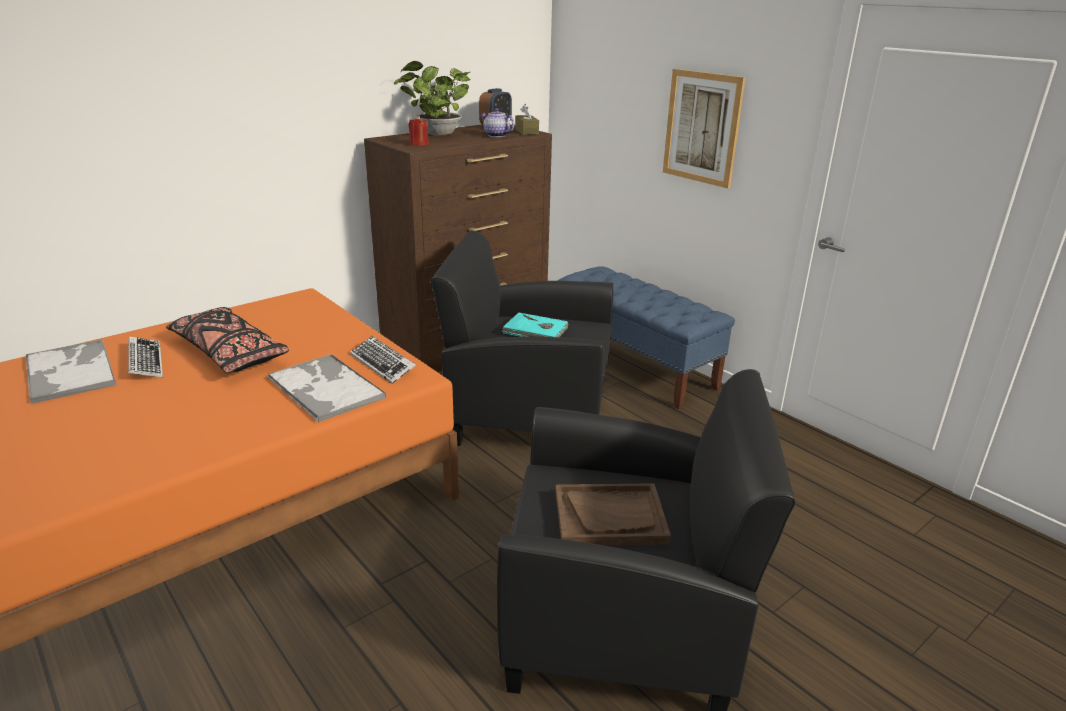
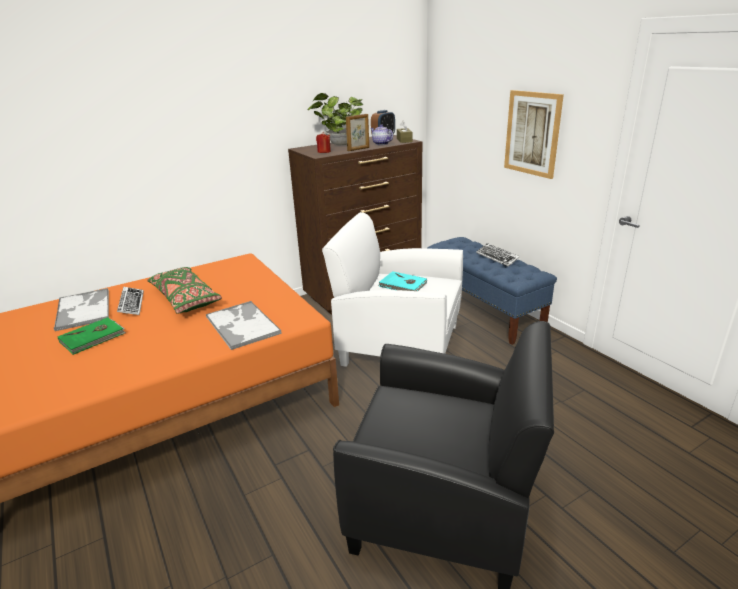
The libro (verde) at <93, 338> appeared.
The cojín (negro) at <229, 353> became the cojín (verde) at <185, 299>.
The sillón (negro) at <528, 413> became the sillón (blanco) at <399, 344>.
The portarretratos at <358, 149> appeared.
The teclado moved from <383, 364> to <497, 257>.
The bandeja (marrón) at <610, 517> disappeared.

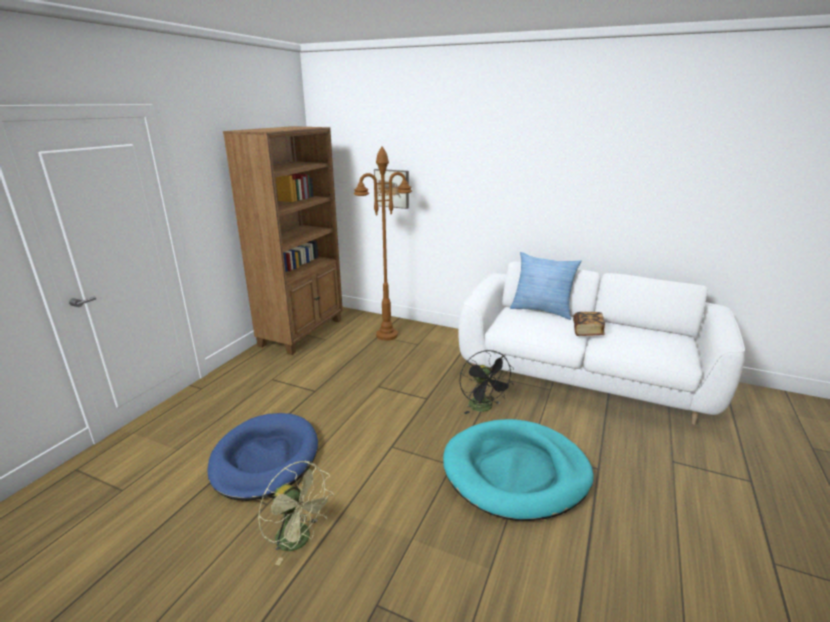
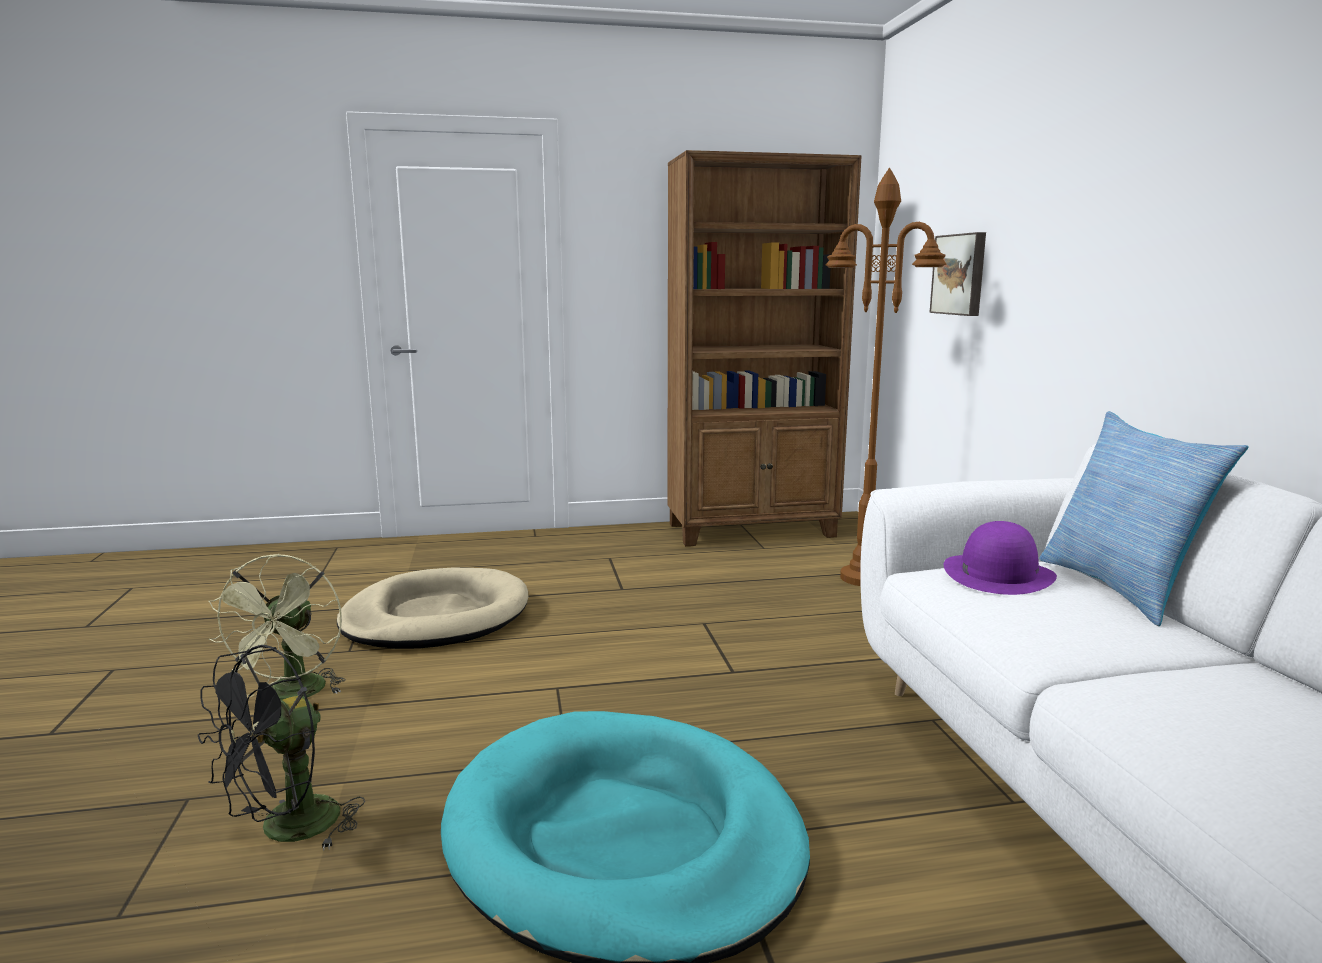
The ventilador (negro) moved from <483, 408> to <287, 831>.
The cama para perro (azul) at <265, 459> became the cama para perro (beis) at <436, 617>.
The sombrero (morado) at <998, 574> appeared.
The libro at <587, 331> disappeared.

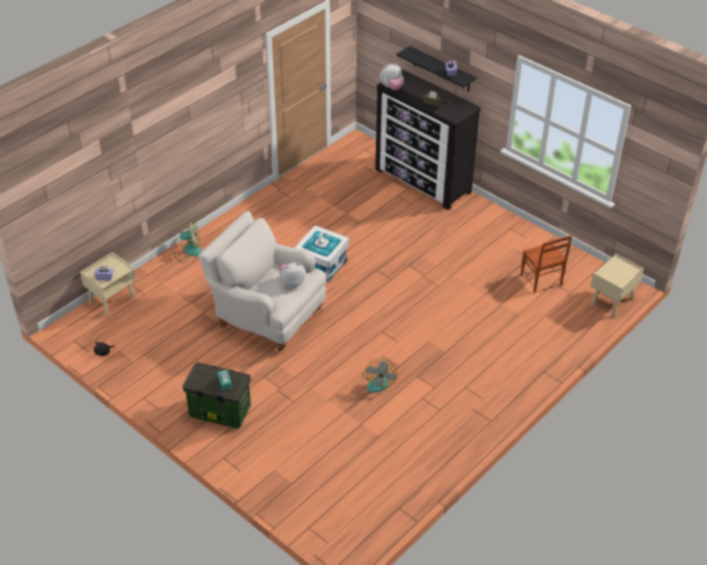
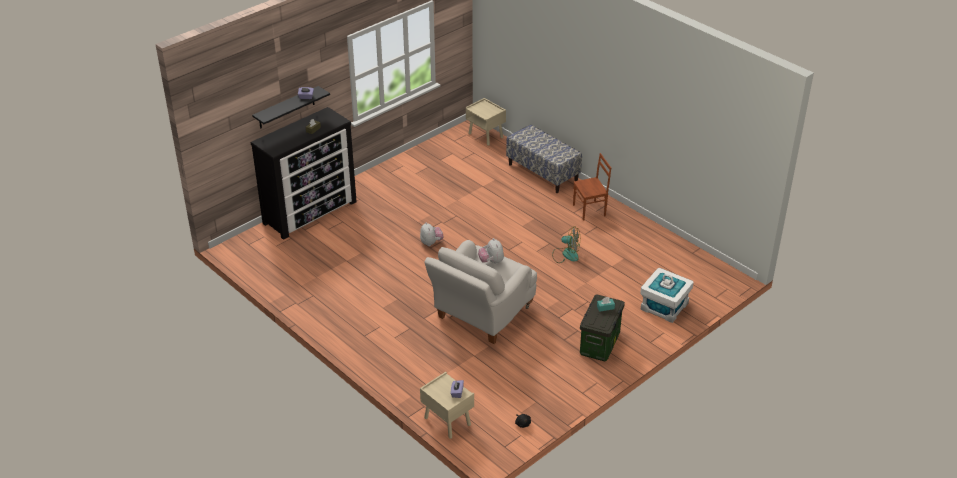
The peluche moved from <391, 88> to <431, 243>.
The banco at <543, 173> appeared.
The silla (marrón) moved from <540, 281> to <590, 210>.
The caja de almacenaje (blanco) moved from <321, 265> to <664, 306>.
The ventilador at <188, 251> disappeared.

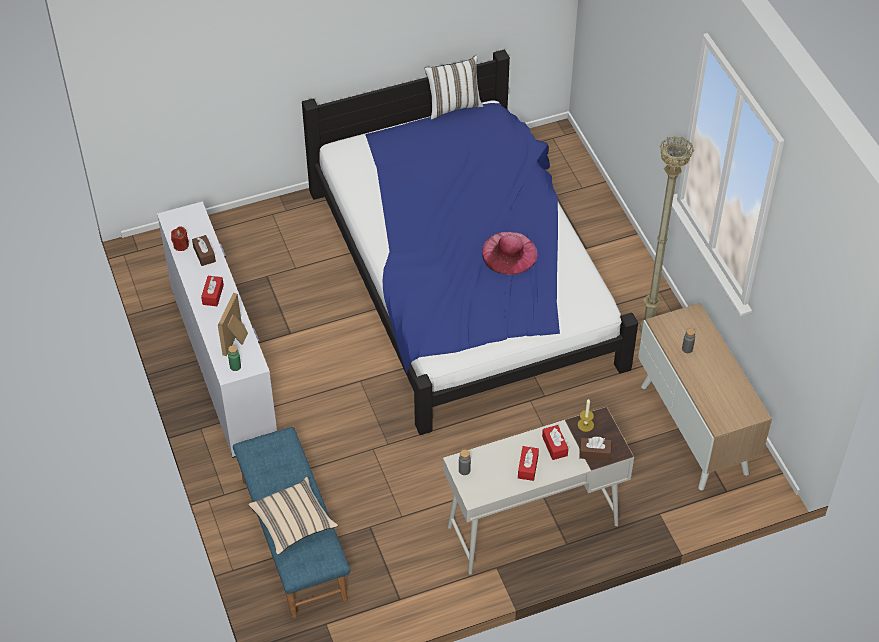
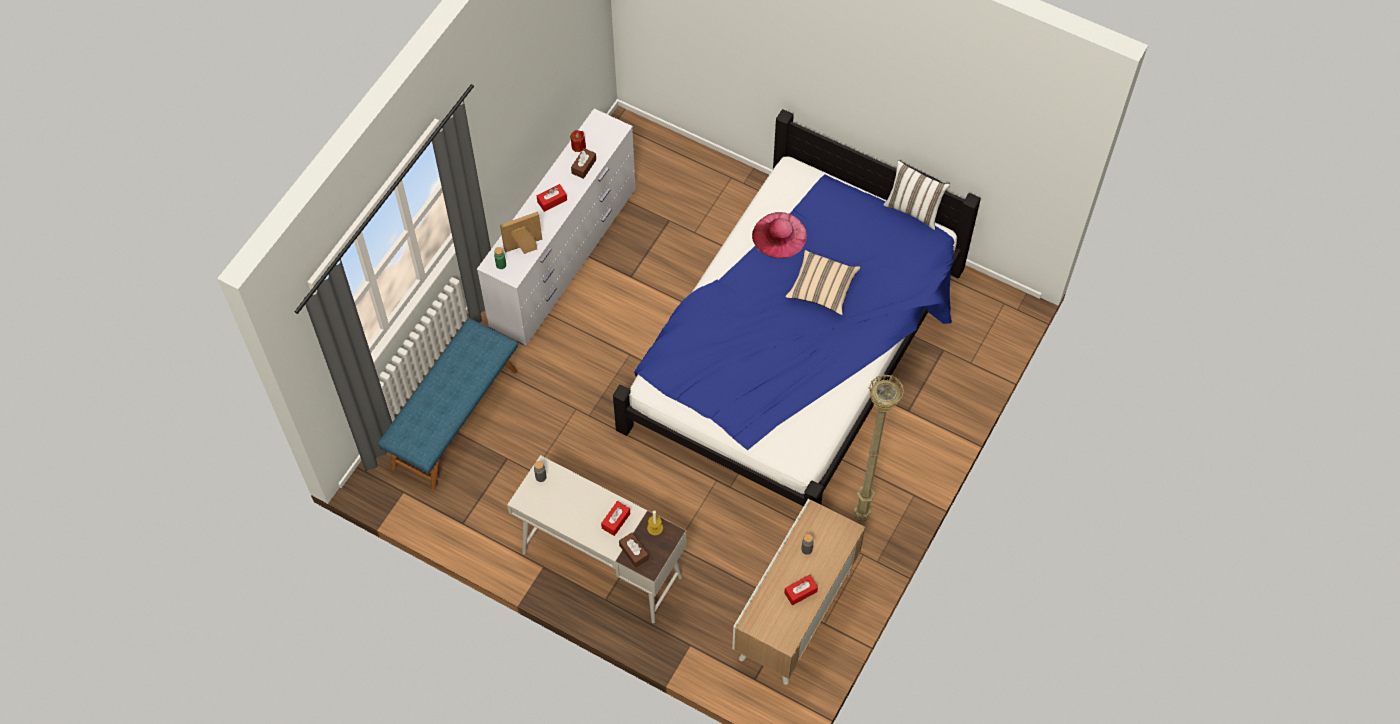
The sombrero (rosa) moved from <509, 253> to <779, 235>.
The caja de pañuelos (rojo) moved from <528, 467> to <800, 592>.
The cojín (beis) moved from <293, 522> to <822, 288>.

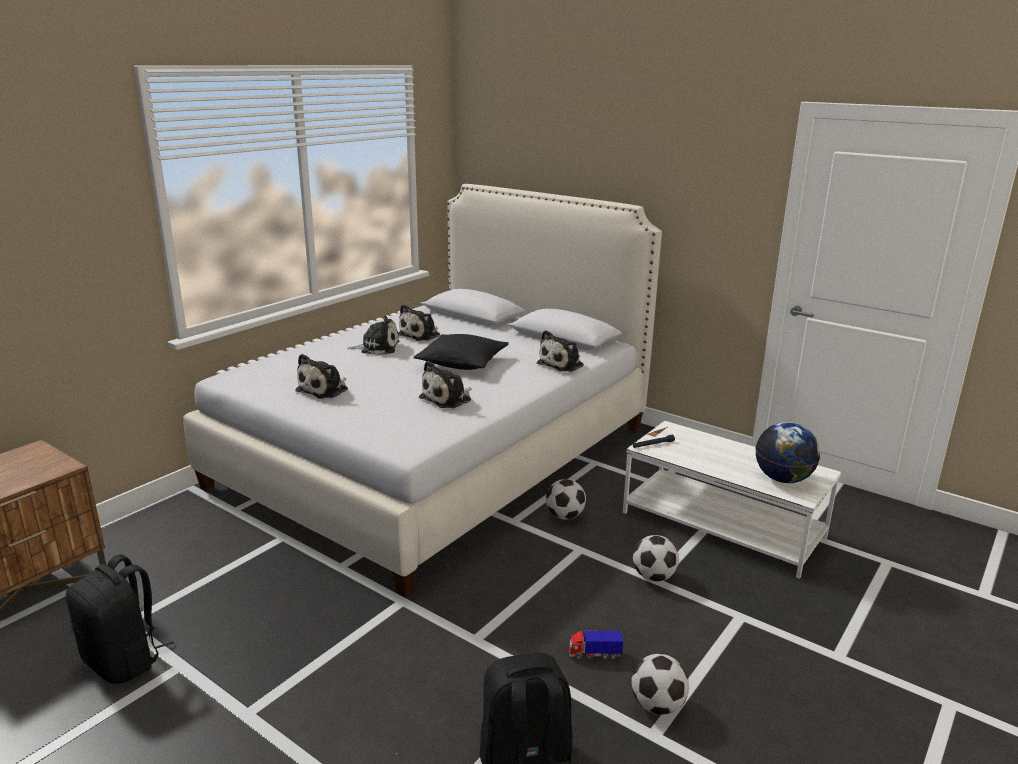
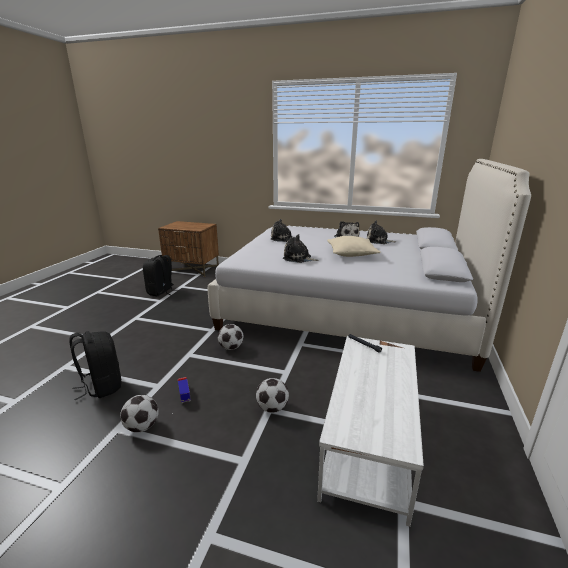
The balón de fútbol moved from <564, 516> to <231, 347>.
The cojín (negro) at <462, 363> became the cojín (beis) at <351, 254>.
The peluche at <562, 364> disappeared.
The globo terráqueo at <783, 479> disappeared.

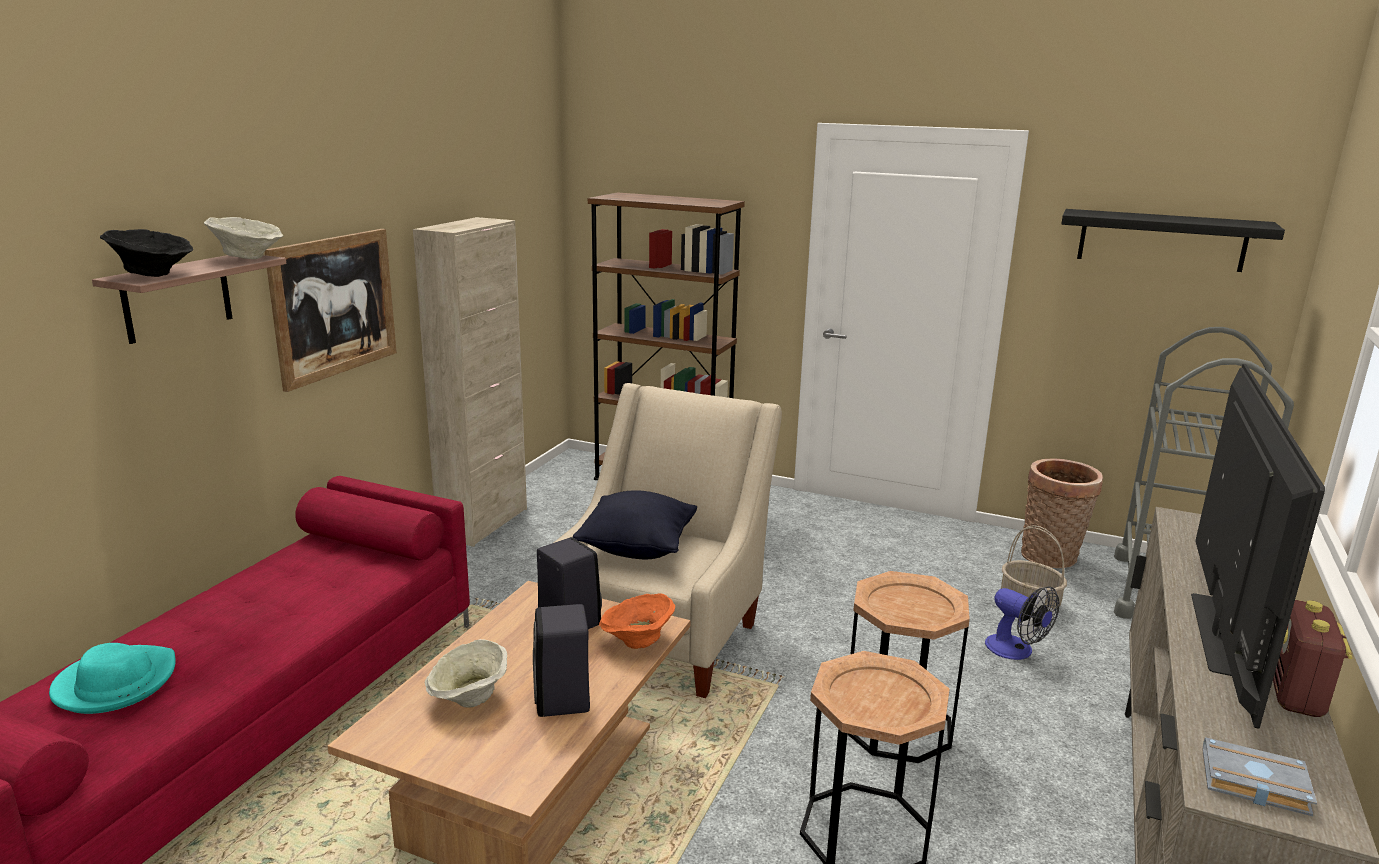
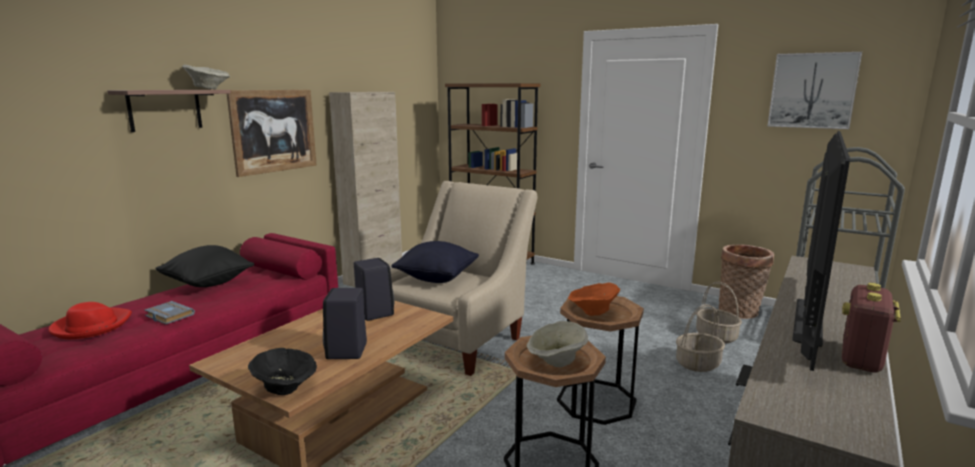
The sombrero (turquesa) at <115, 683> became the sombrero (rojo) at <91, 326>.
The libro (gris) moved from <1252, 783> to <168, 316>.
The cojín (negro) at <208, 284> appeared.
The cuenco (negro) moved from <153, 275> to <285, 389>.
The cuenco (beis) moved from <469, 698> to <556, 362>.
The cuenco (naranja) moved from <637, 641> to <593, 312>.
The ventilador at <1016, 651> was replaced by the cesta at <697, 364>.
The estante (negro) at <1161, 240> was replaced by the cuadro at <812, 90>.

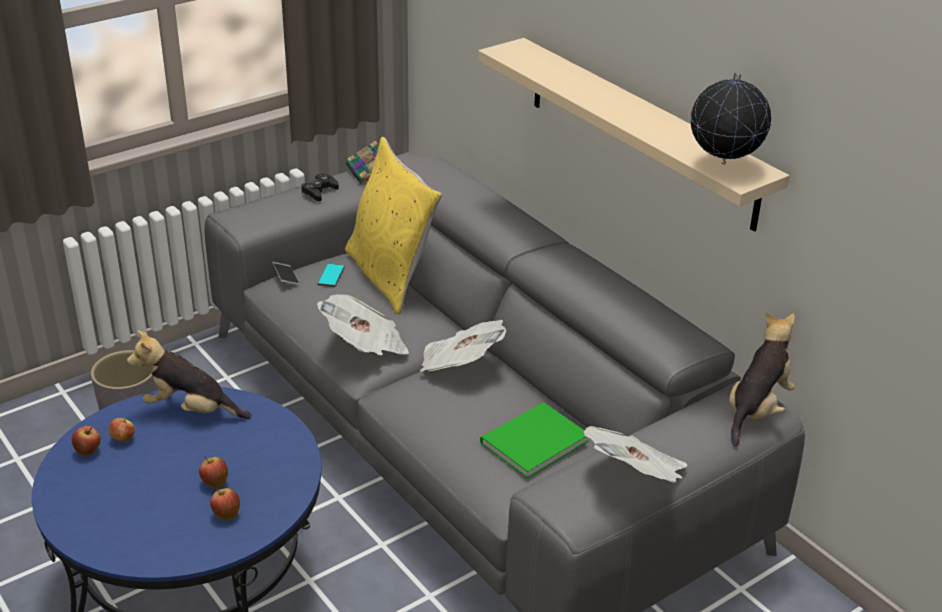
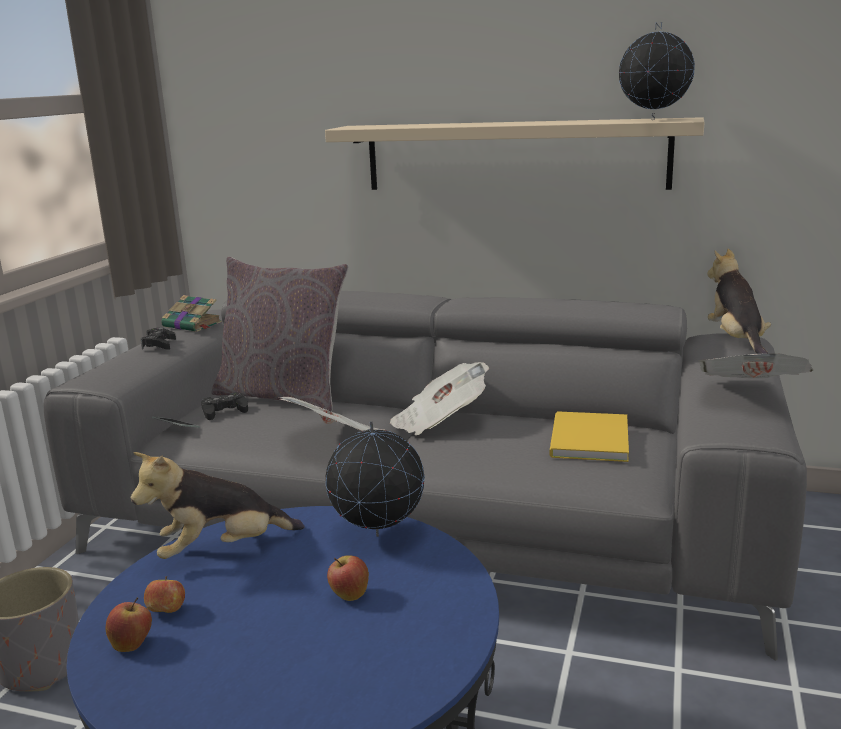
The móvil at <331, 276> was replaced by the mando de consola (negro) at <224, 411>.
The cojín (amarillo) at <391, 276> became the cojín (gris) at <283, 396>.
The globo terráqueo at <379, 534> appeared.
The libro (verde) at <530, 442> became the libro (amarillo) at <587, 440>.
The manzana at <226, 514> disappeared.

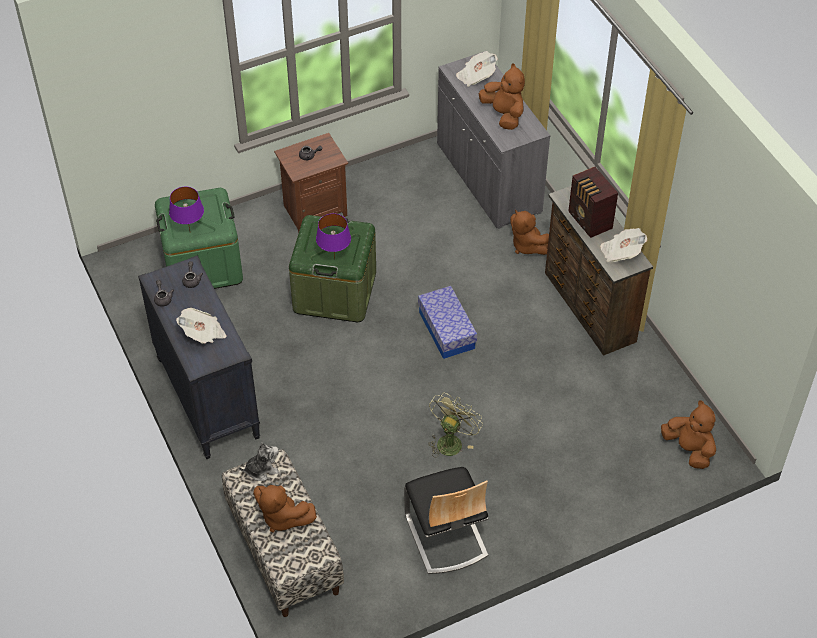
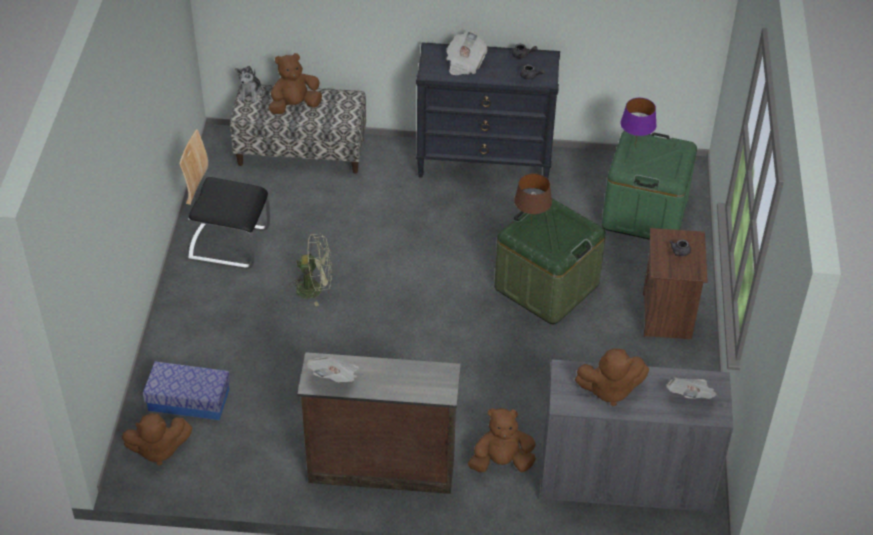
The caja de almacenaje moved from <446, 330> to <188, 400>.
The peluche moved from <261, 470> to <251, 93>.
The ventilador (verde) at <451, 440> turned 60 degrees counterclockwise.
The lámpara de mesa (morado) at <334, 259> became the lámpara de mesa (marrón) at <531, 225>.
The radio at <590, 221> disappeared.

